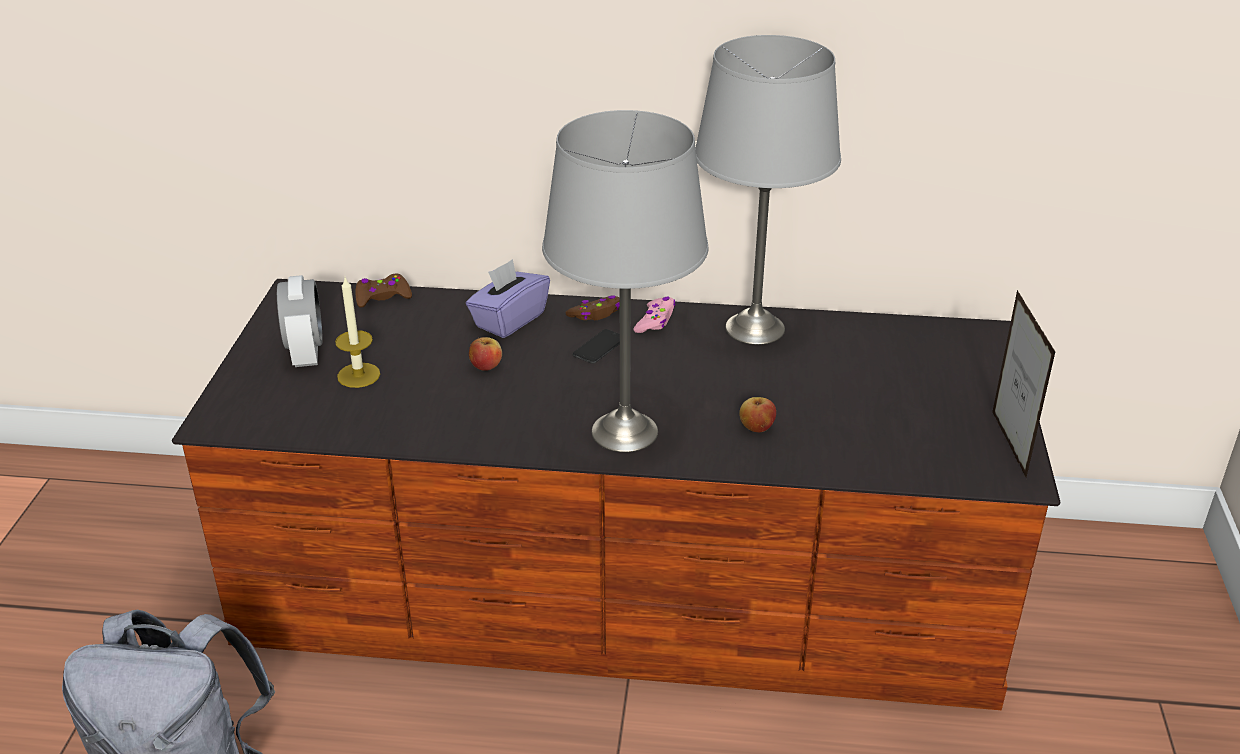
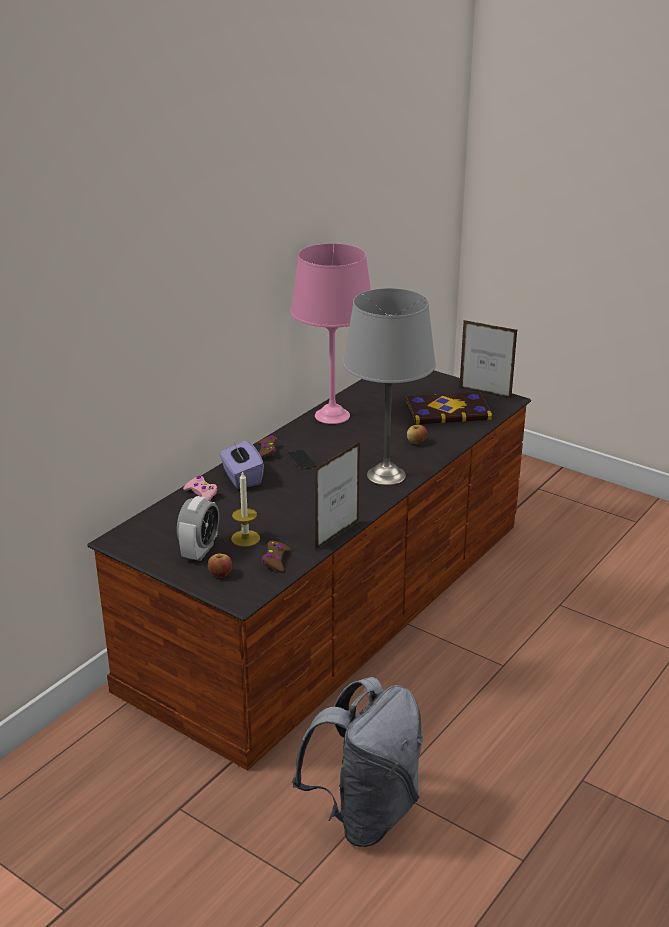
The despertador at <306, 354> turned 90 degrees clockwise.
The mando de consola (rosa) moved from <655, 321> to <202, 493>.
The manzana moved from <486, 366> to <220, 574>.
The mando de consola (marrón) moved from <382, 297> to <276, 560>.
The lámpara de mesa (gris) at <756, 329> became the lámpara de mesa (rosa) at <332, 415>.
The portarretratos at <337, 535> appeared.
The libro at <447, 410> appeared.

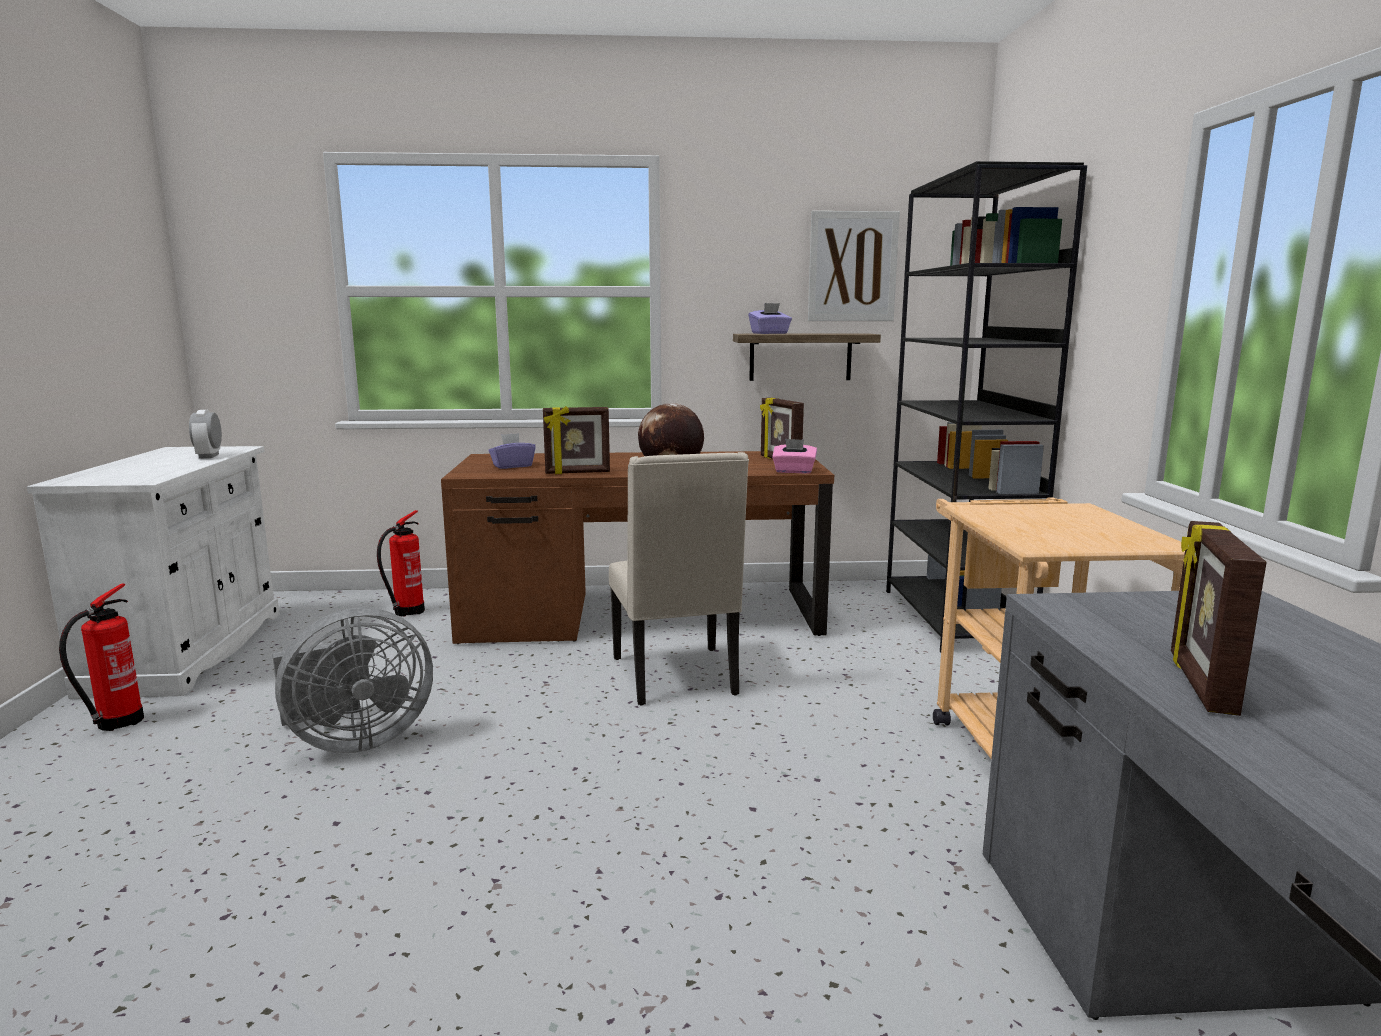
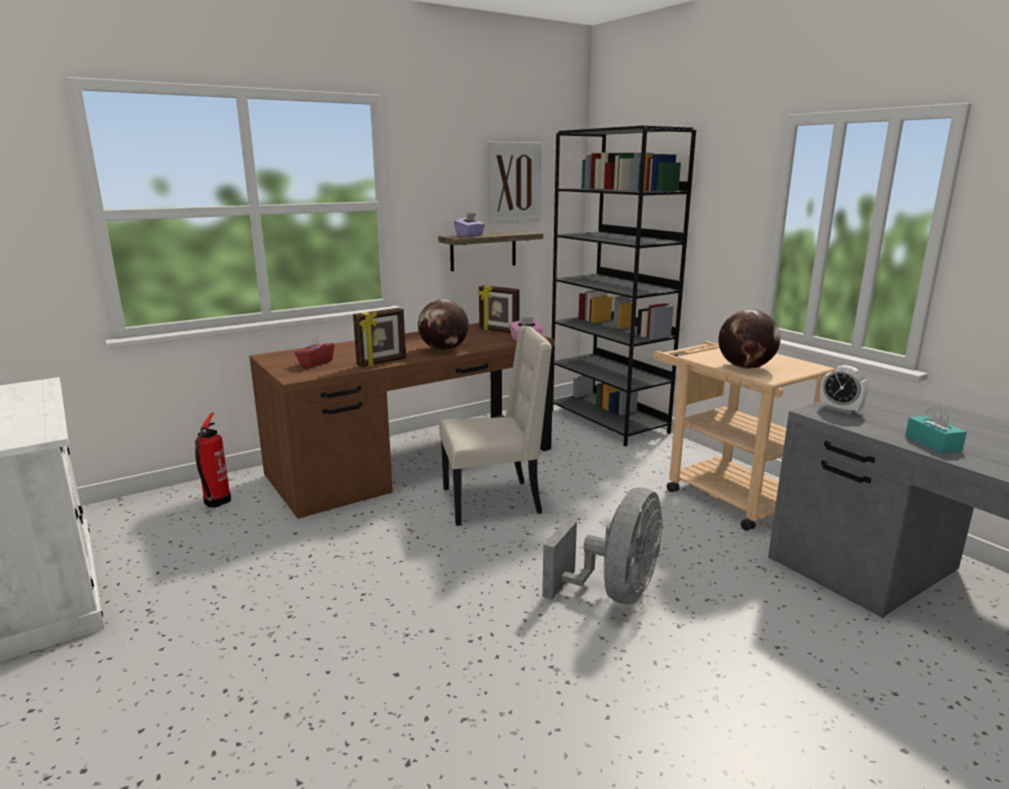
The caja de pañuelos (morado) at <512, 466> became the caja de pañuelos (rojo) at <315, 363>.
The silla (beis) at <677, 677> turned 60 degrees counterclockwise.
The ventilador (gris) moved from <354, 740> to <614, 592>.
The globo terráqueo at <745, 367> appeared.
The despertador moved from <209, 456> to <840, 409>.
The portarretratos at <1199, 683> was replaced by the caja de pañuelos (turquesa) at <933, 443>.
The extintor at <116, 723> disappeared.

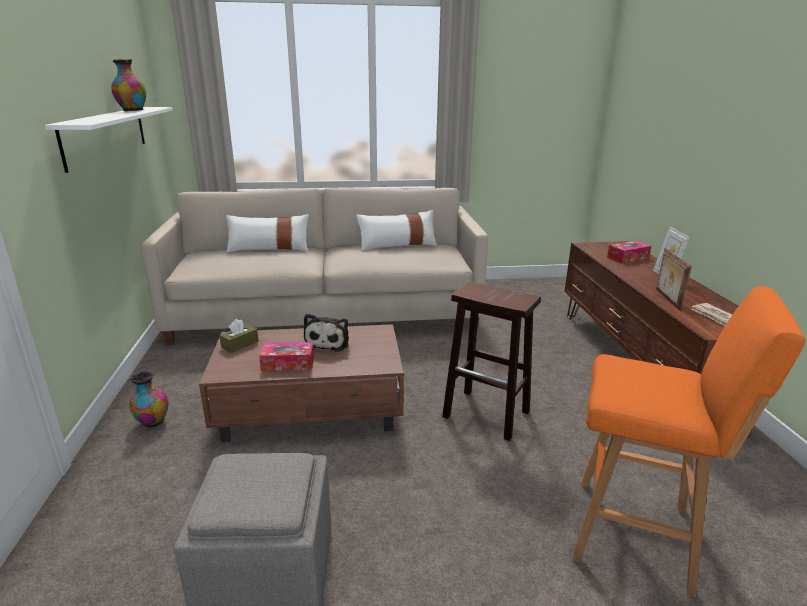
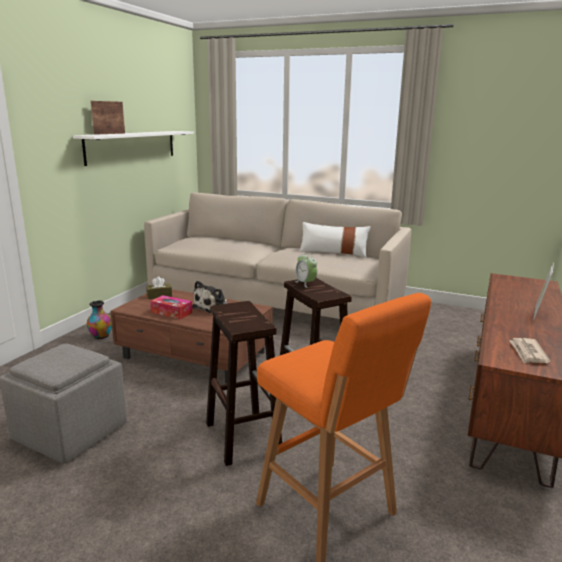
The portarretratos moved from <666, 299> to <109, 133>.
The taburete (marrón) at <242, 436> appeared.
The despertador at <305, 283> appeared.
The florero at <132, 111> disappeared.
The cojín (blanco) at <269, 249> disappeared.
The caja de pañuelos at <627, 257> disappeared.

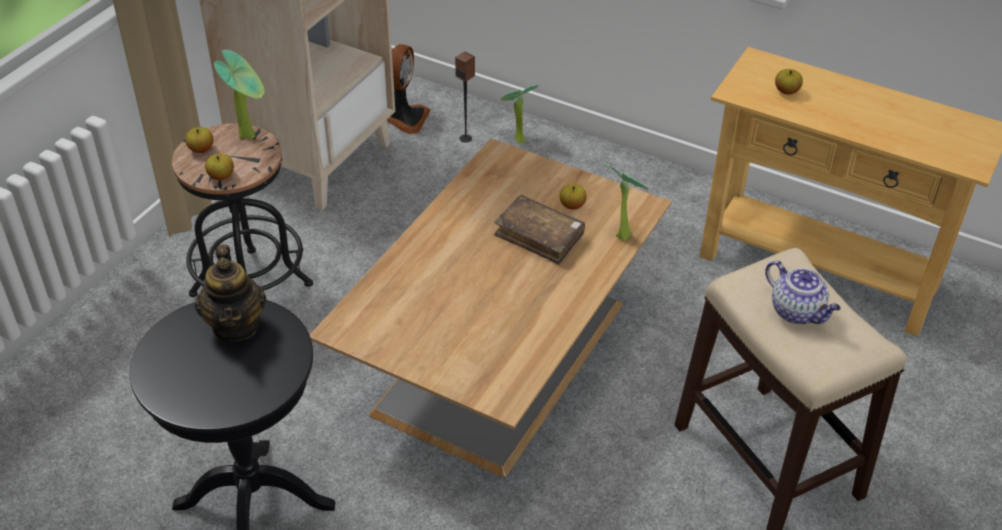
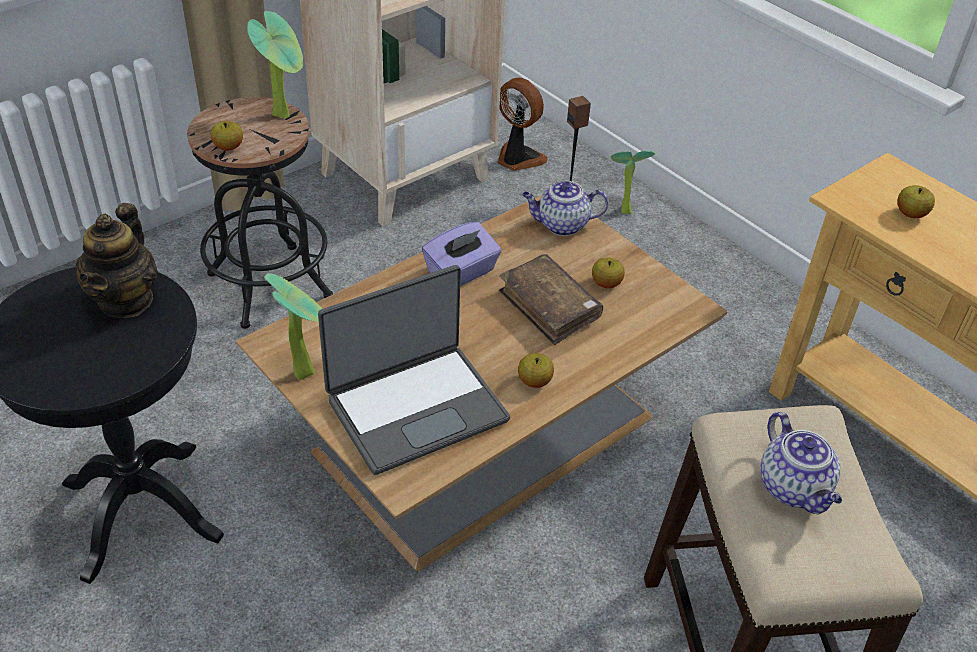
The planta en maceta moved from <623, 233> to <305, 370>.
The portátil at <416, 407> appeared.
The caja de pañuelos (morado) at <461, 273> appeared.
The ventilador at <405, 118> turned 90 degrees counterclockwise.
The manzana moved from <201, 149> to <534, 381>.
The tetera at <561, 225> appeared.

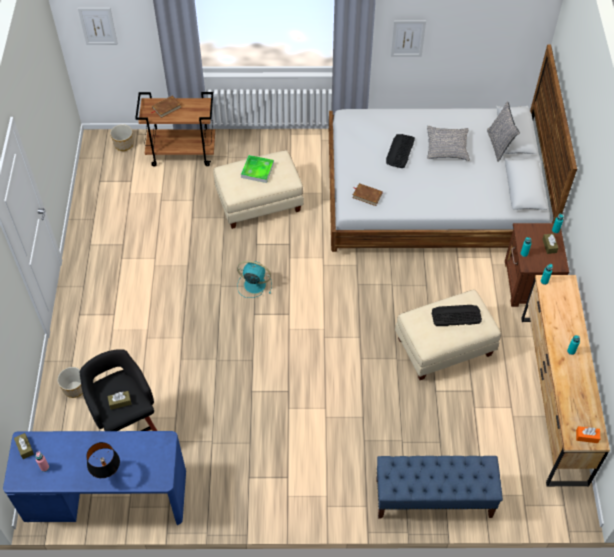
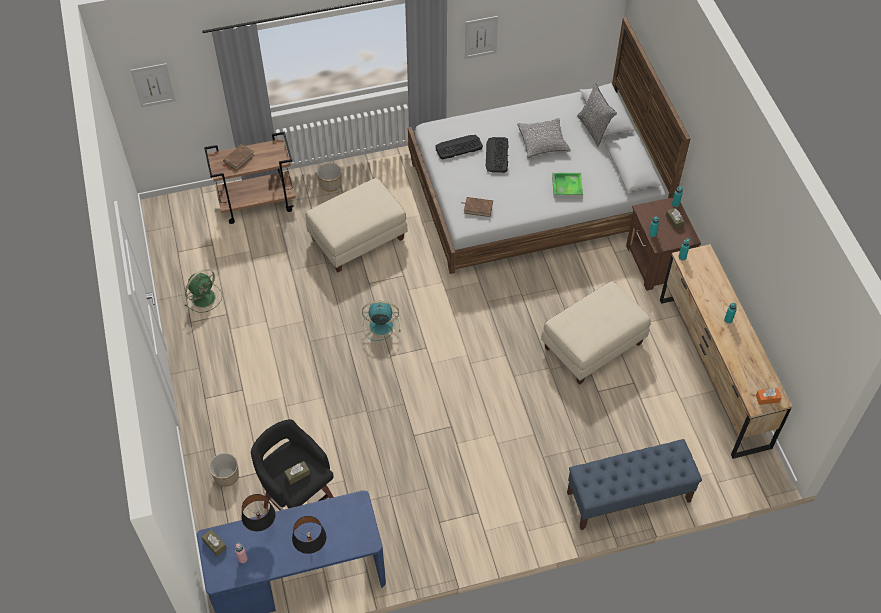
The ventilador (verde) at <204, 297> appeared.
The lámpara de mesa (negro) at <262, 528> appeared.
The maceta moved from <124, 144> to <330, 184>.
The teclado moved from <456, 316> to <458, 147>.
The bandeja moved from <257, 170> to <567, 187>.

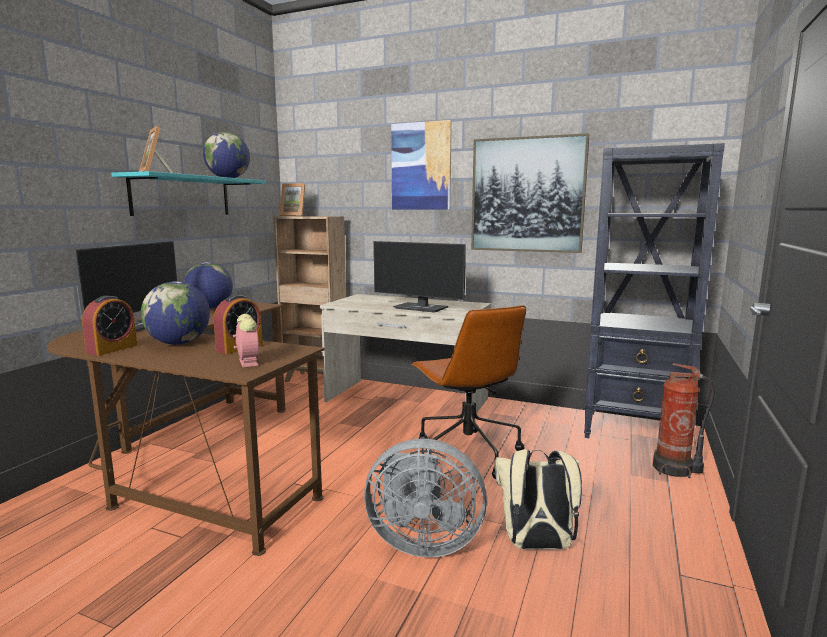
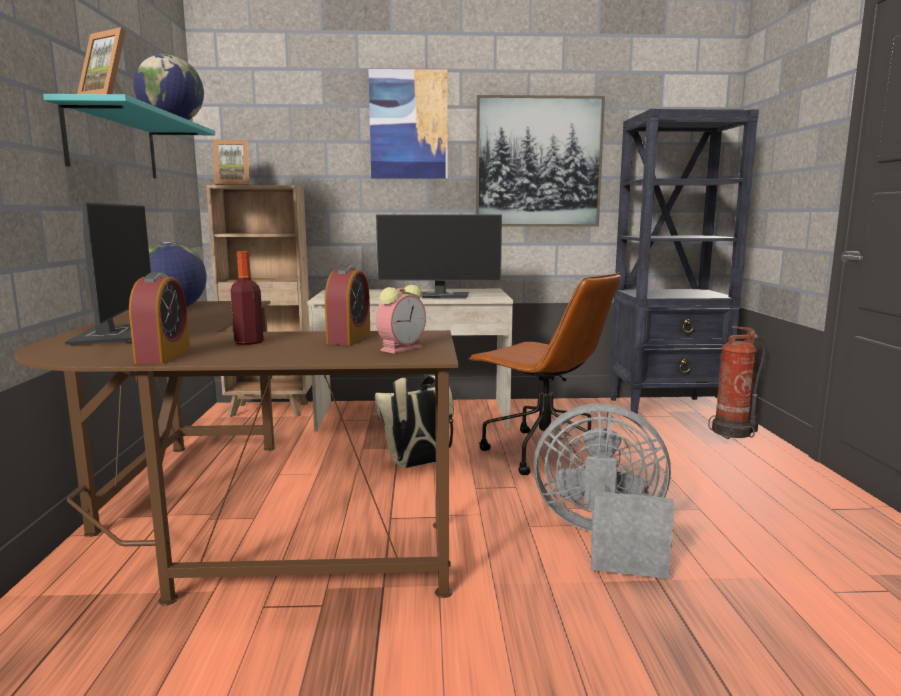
The globo terráqueo at <179, 343> was replaced by the botella at <249, 342>.
The mochila (beis) moved from <536, 545> to <416, 465>.
The despertador at <248, 362> turned 90 degrees clockwise.
The ventilador (gris) at <421, 542> turned 150 degrees counterclockwise.

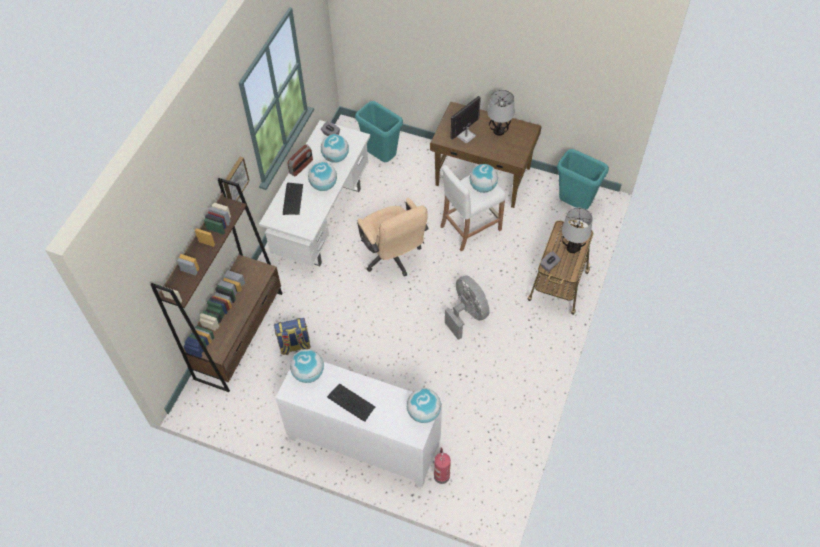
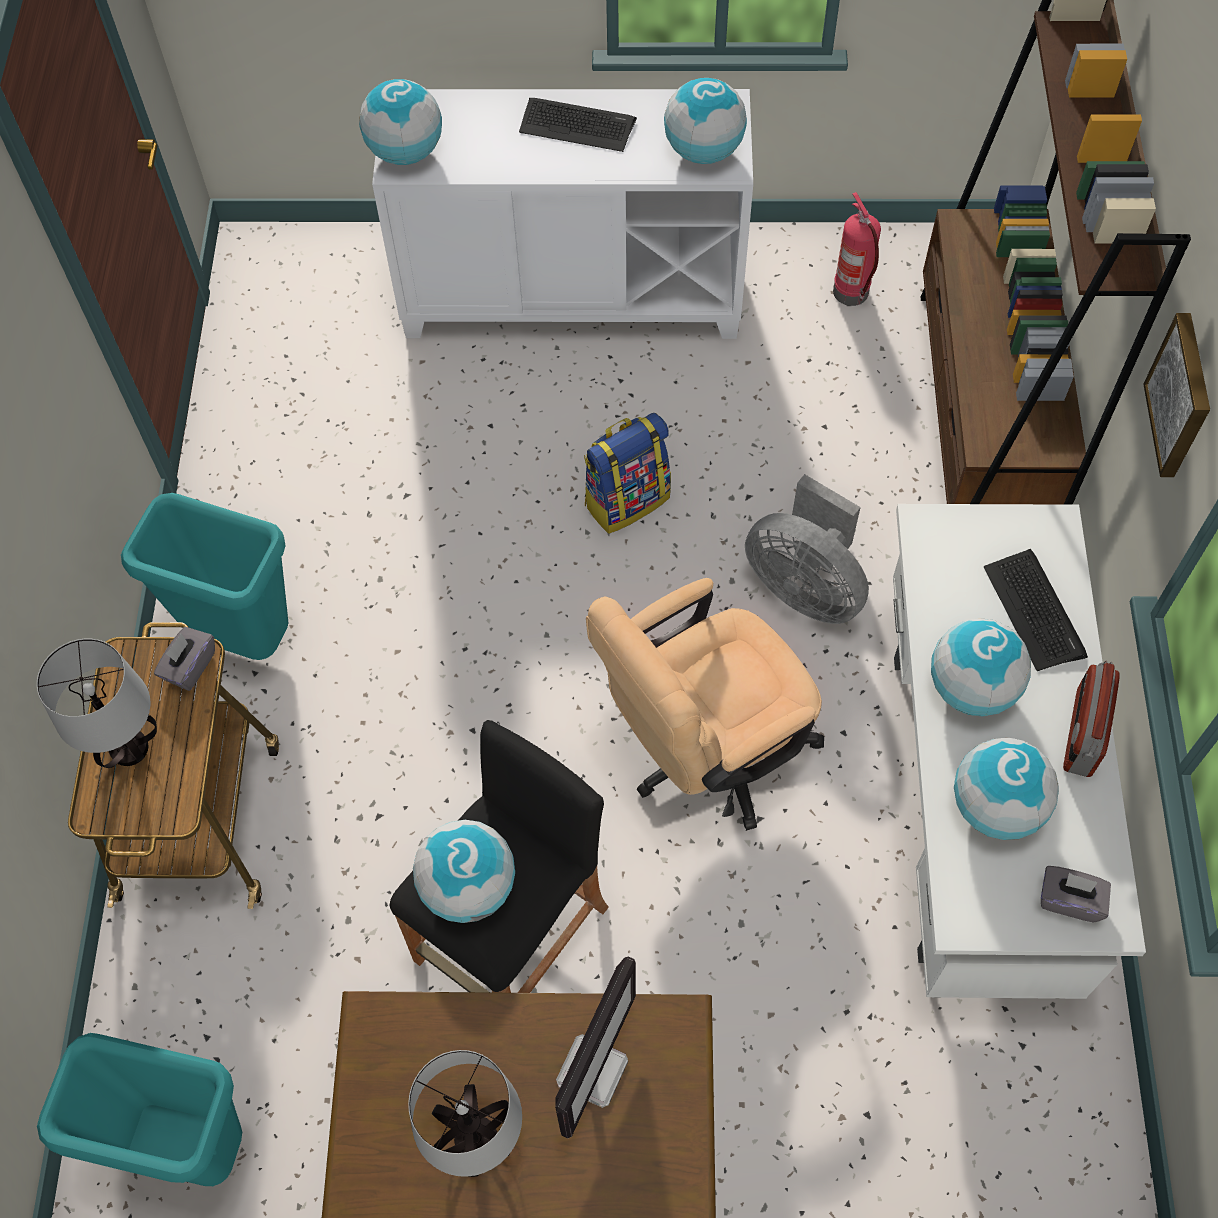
The papelera (turquesa) moved from <381, 157> to <243, 641>.
The taburete (blanco) at <470, 228> became the taburete (negro) at <513, 935>.
The mochila moved from <294, 346> to <626, 499>.
The silla de oficina (beis) at <393, 257> turned 75 degrees counterclockwise.
The ventilador (gris) moved from <467, 314> to <805, 587>.
The extintor moved from <441, 475> to <852, 293>.

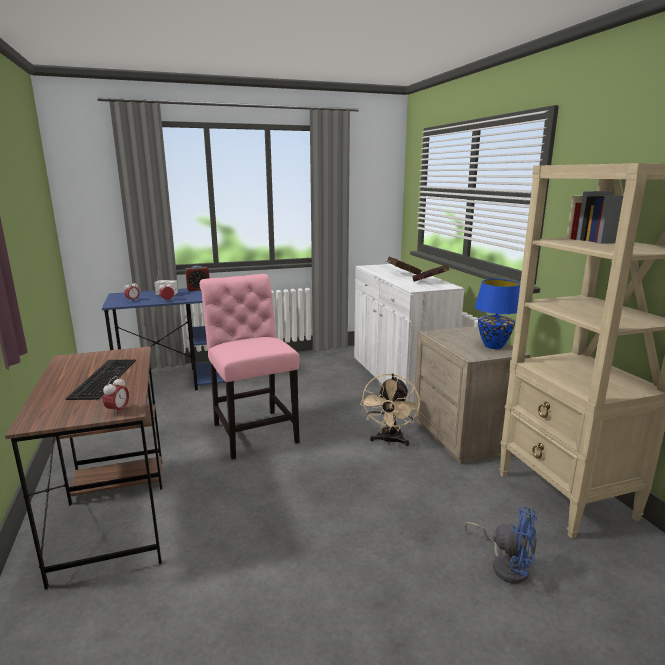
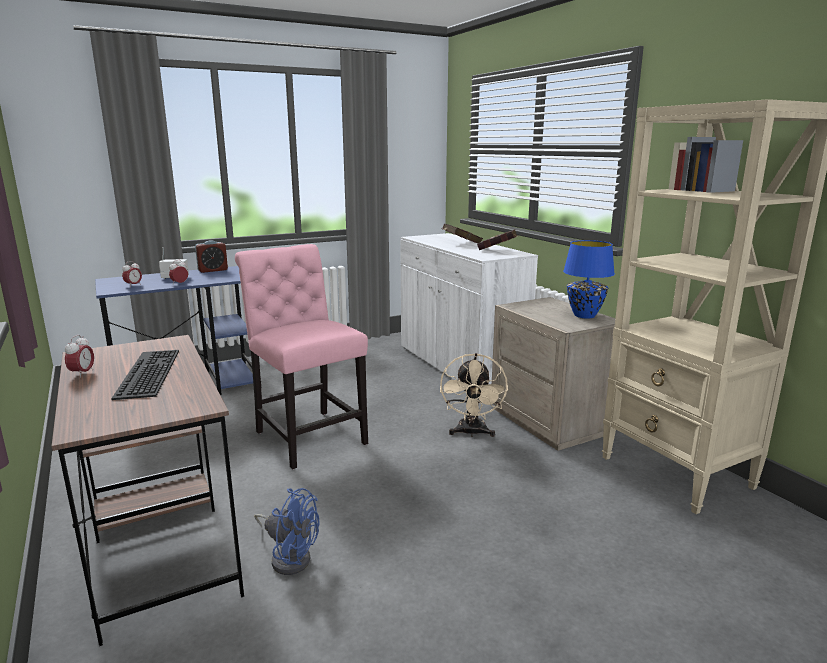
The despertador moved from <118, 411> to <82, 373>.
The ventilador (azul) moved from <505, 565> to <289, 556>.

